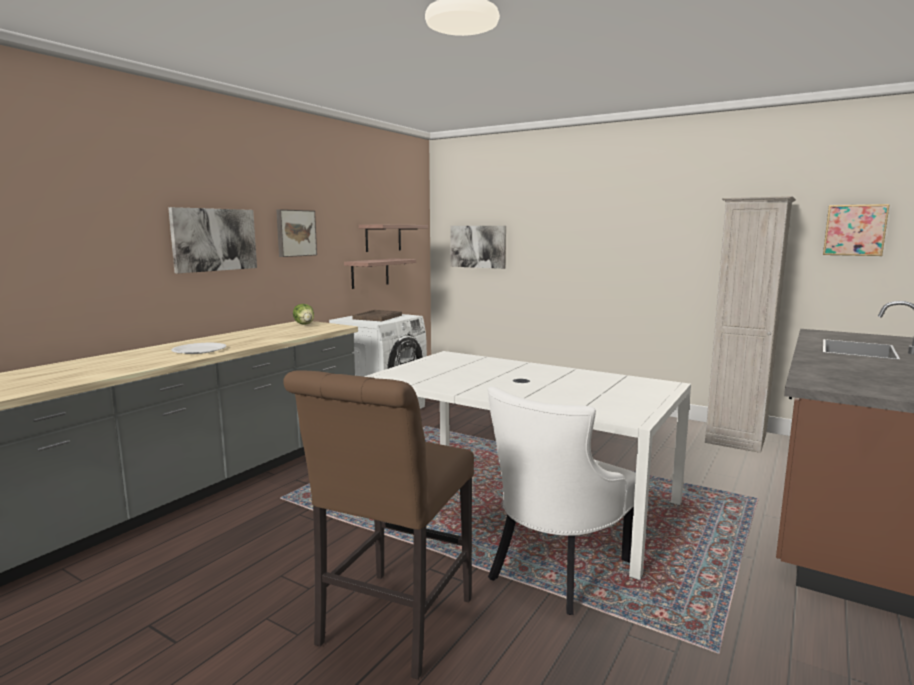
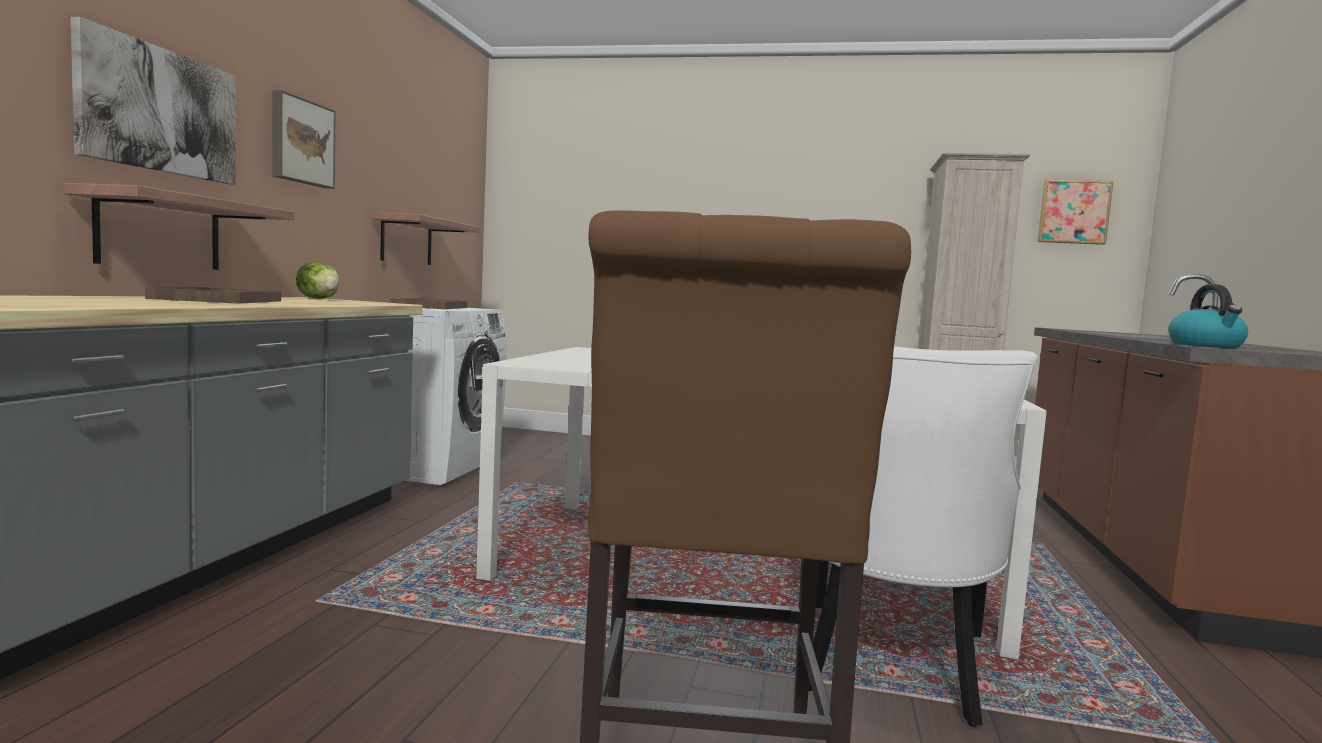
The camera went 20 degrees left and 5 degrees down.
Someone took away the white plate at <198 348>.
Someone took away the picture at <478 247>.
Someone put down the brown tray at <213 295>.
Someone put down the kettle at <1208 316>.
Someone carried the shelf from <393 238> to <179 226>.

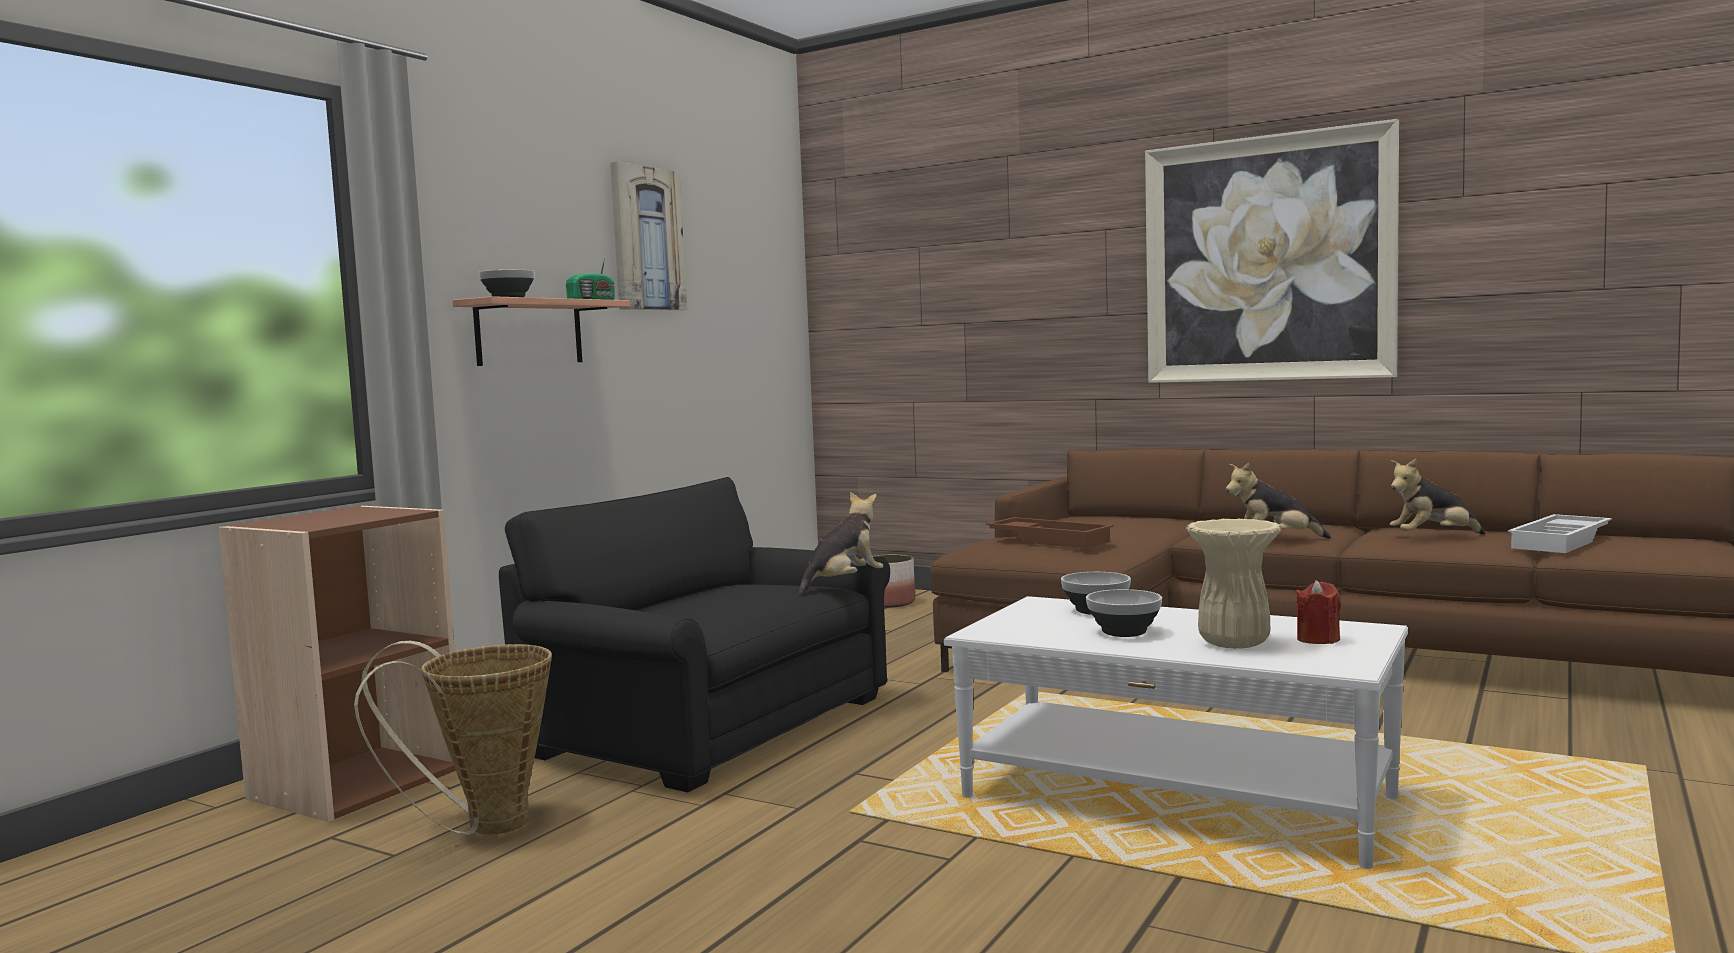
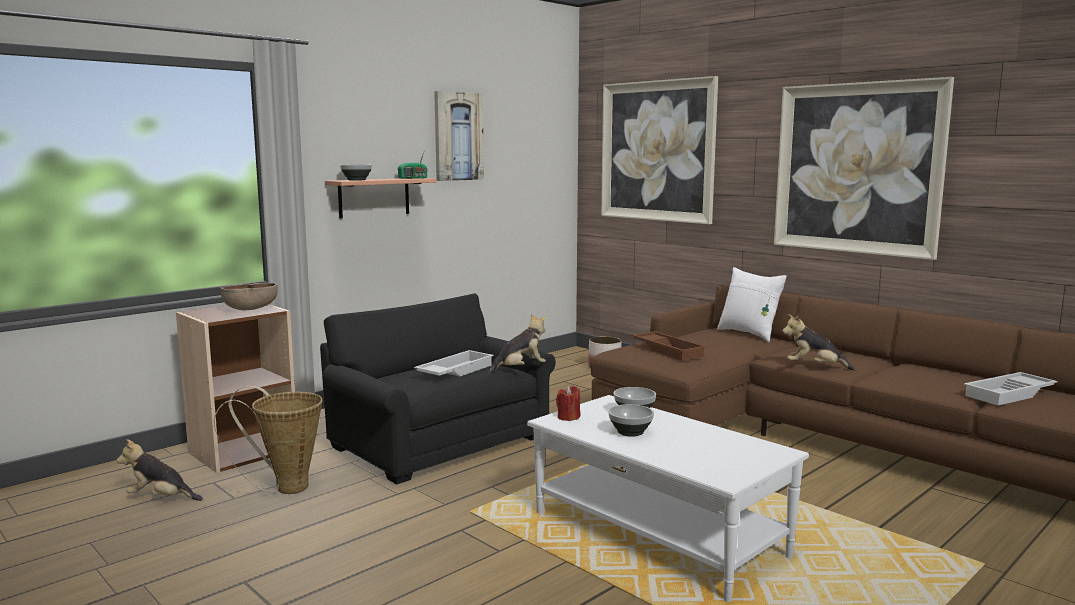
The camera went 15 degrees right and 5 degrees up.
Someone took away the beige vase at <1234 583>.
Someone put down the brown bowl at <249 296>.
Someone put down the white tray at <454 363>.
Someone put up the picture at <659 150>.
Someone put down the white pillow at <752 305>.
Someone carried the red candle from <1318 612> to <568 403>.
Someone carried the plush toy from <1437 497> to <159 470>.

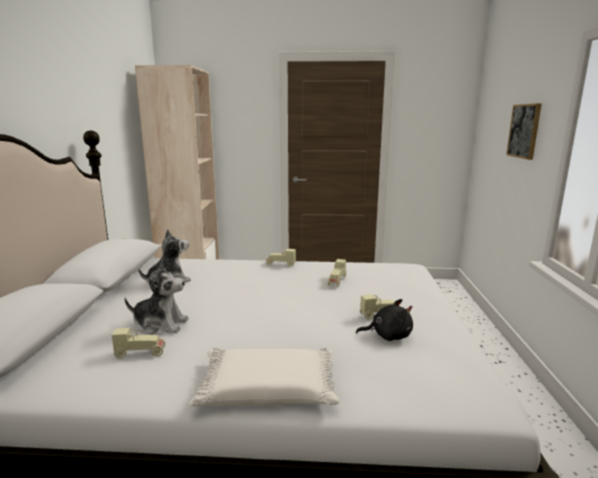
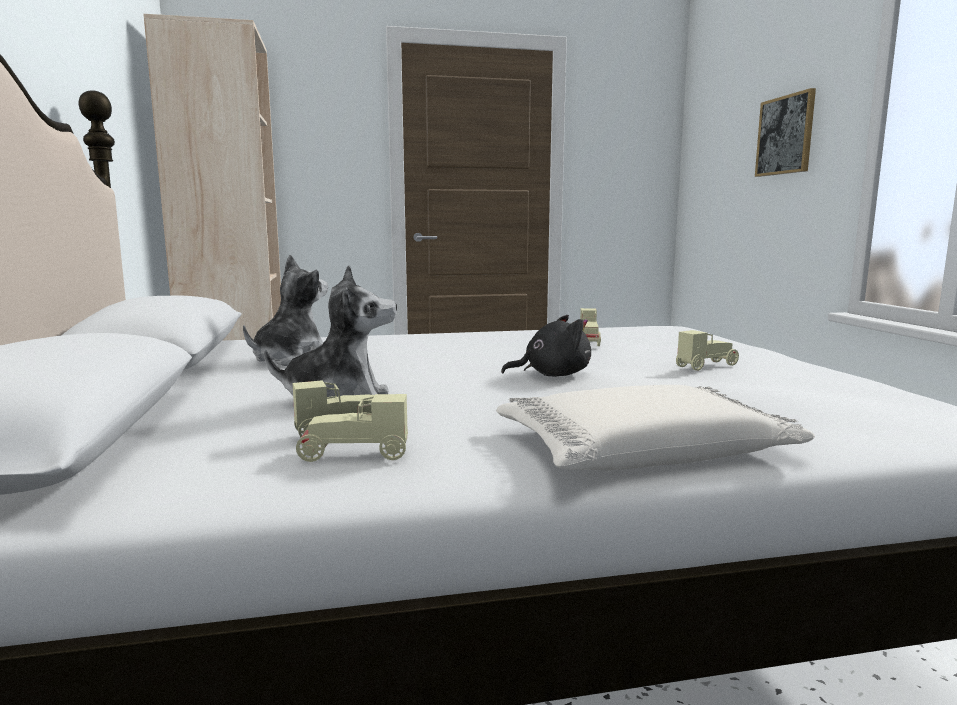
The camera went 15 degrees left and 5 degrees down.
Someone carried the beige toy car from <281 258> to <352 428>.
Someone carried the black plush toy from <384 320> to <546 346>.

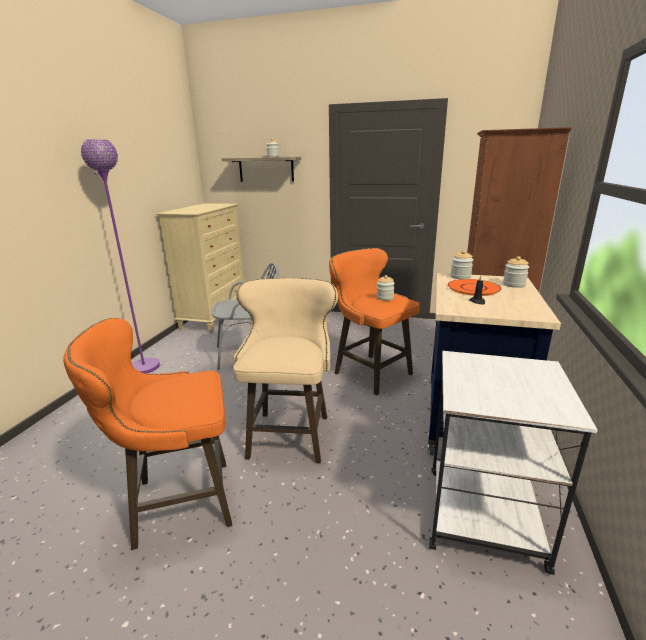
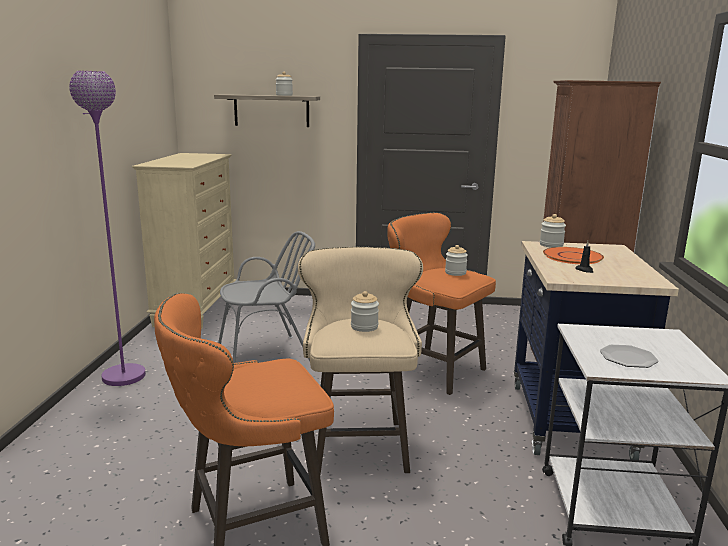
The camera went 10 degrees left and 5 degrees down.
Someone put down the plate at <629 356>.
Someone carried the jar from <516 272> to <365 311>.

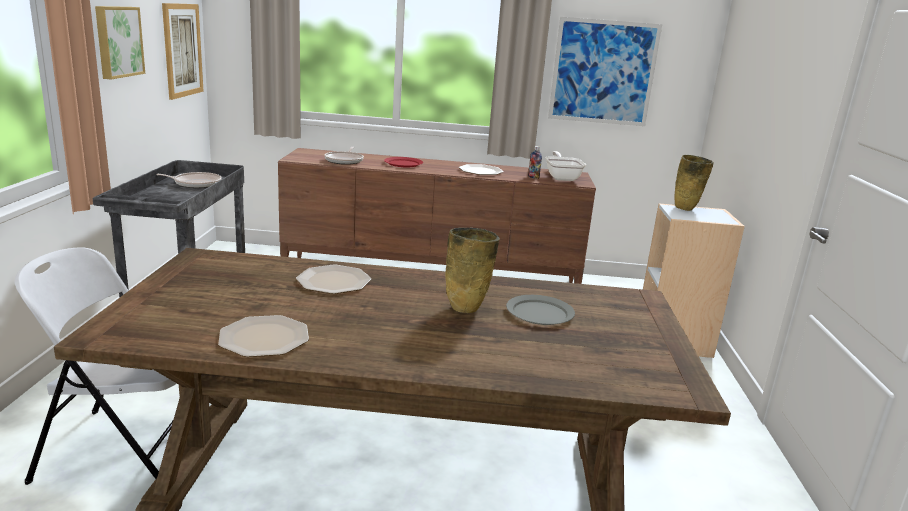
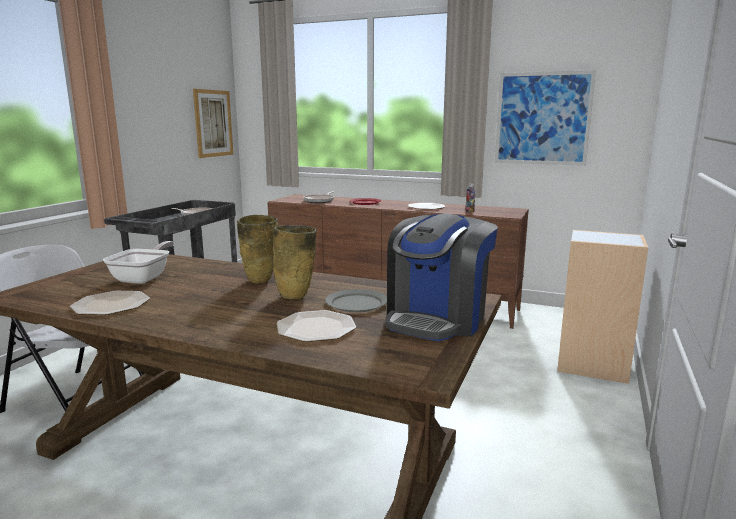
The camera went 20 degrees right and 5 degrees down.
Someone took away the picture at <120 42>.
Someone put down the coffee machine at <441 277>.
Someone carried the plate from <333 279> to <316 326>.
Someone carried the frying pan from <565 166> to <138 262>.
Someone carried the beige vase from <694 183> to <257 249>.

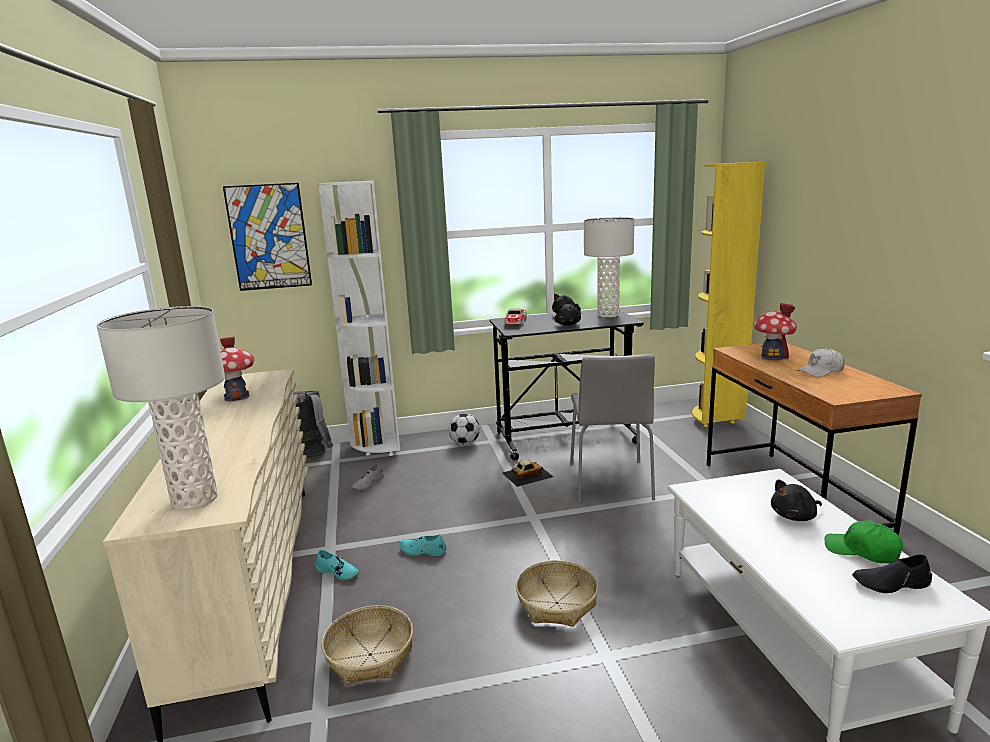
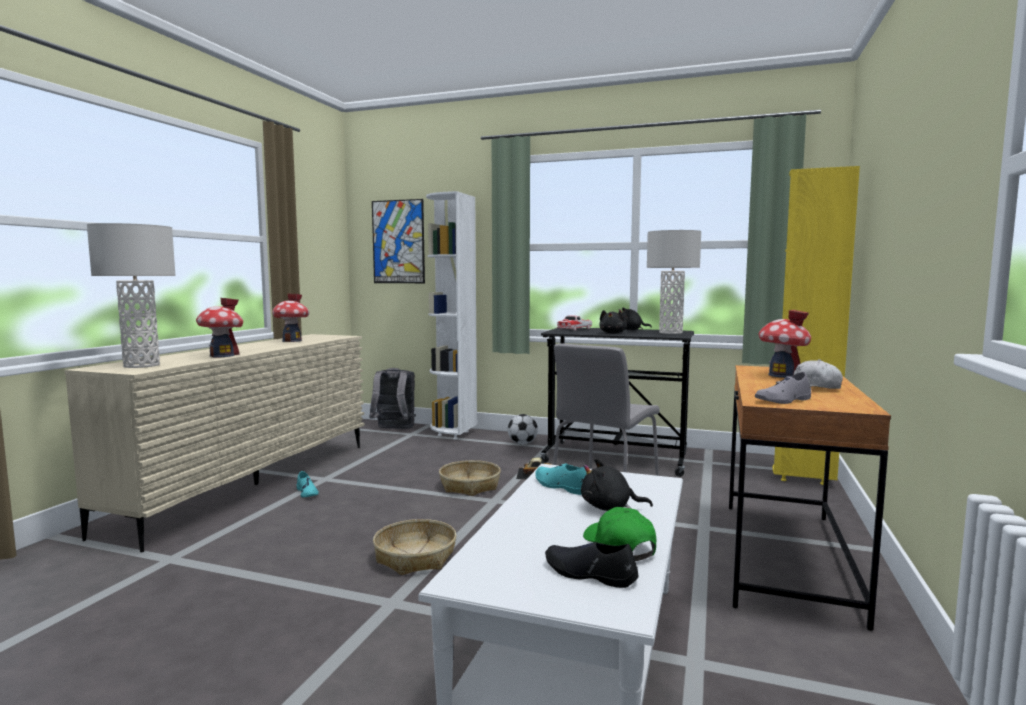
The camera went 30 degrees right and 10 degrees down.
Someone put down the toy house at <219 327>.
Someone carried the basket from <367 645> to <470 478>.
Someone carried the grey shoe from <367 476> to <783 388>.
Someone carried the turquoise shoe from <423 545> to <561 479>.

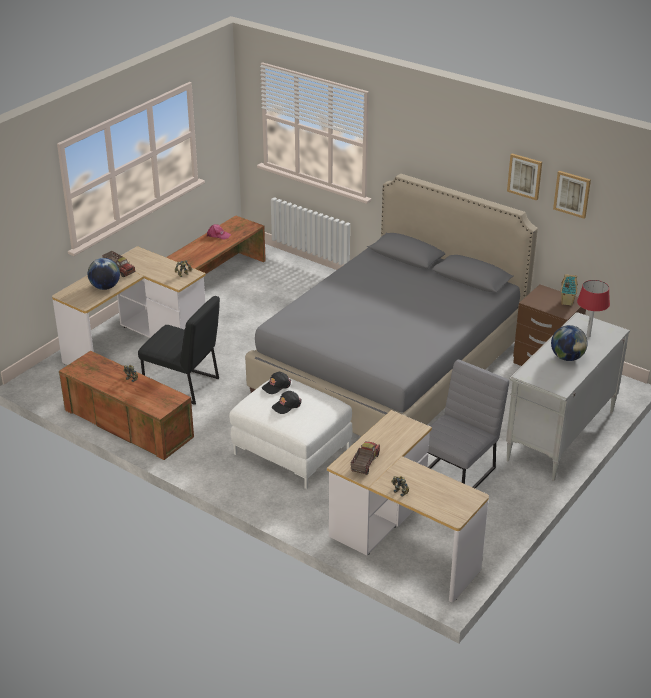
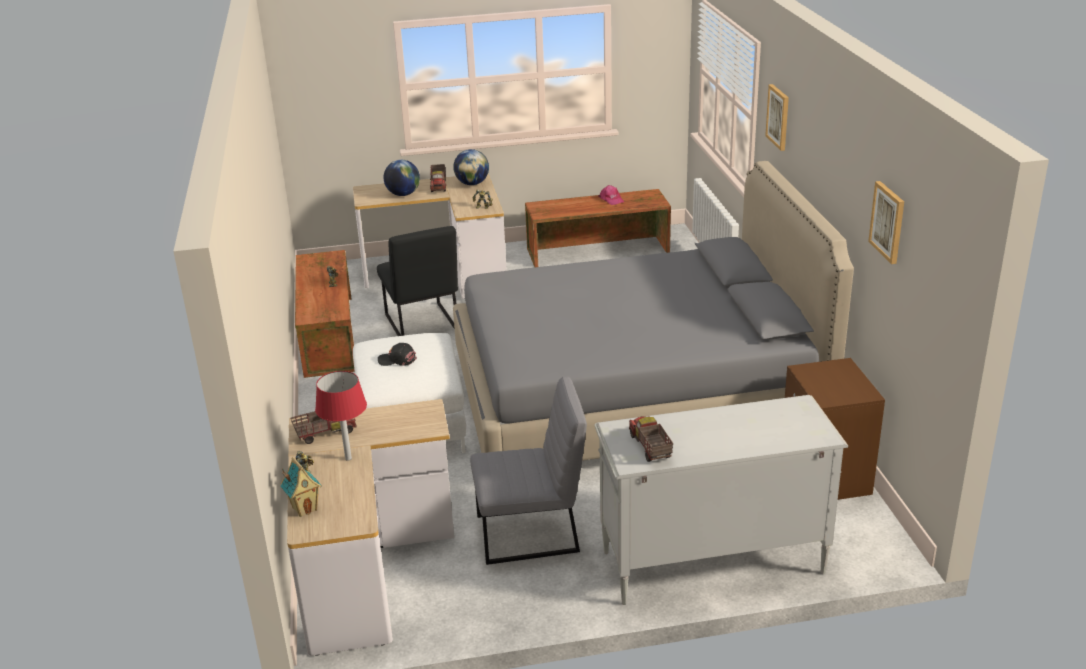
The camera went 45 degrees right and 5 degrees down.
Someone took away the black cap at <276 383>.
Someone put down the toy truck at <651 439>.
Someone carried the picture from <524 177> to <777 117>.
Someone carried the globe from <569 343> to <471 167>.
Someone carried the toy house from <569 290> to <301 487>.
Someone carried the red table lamp from <593 308> to <341 416>.

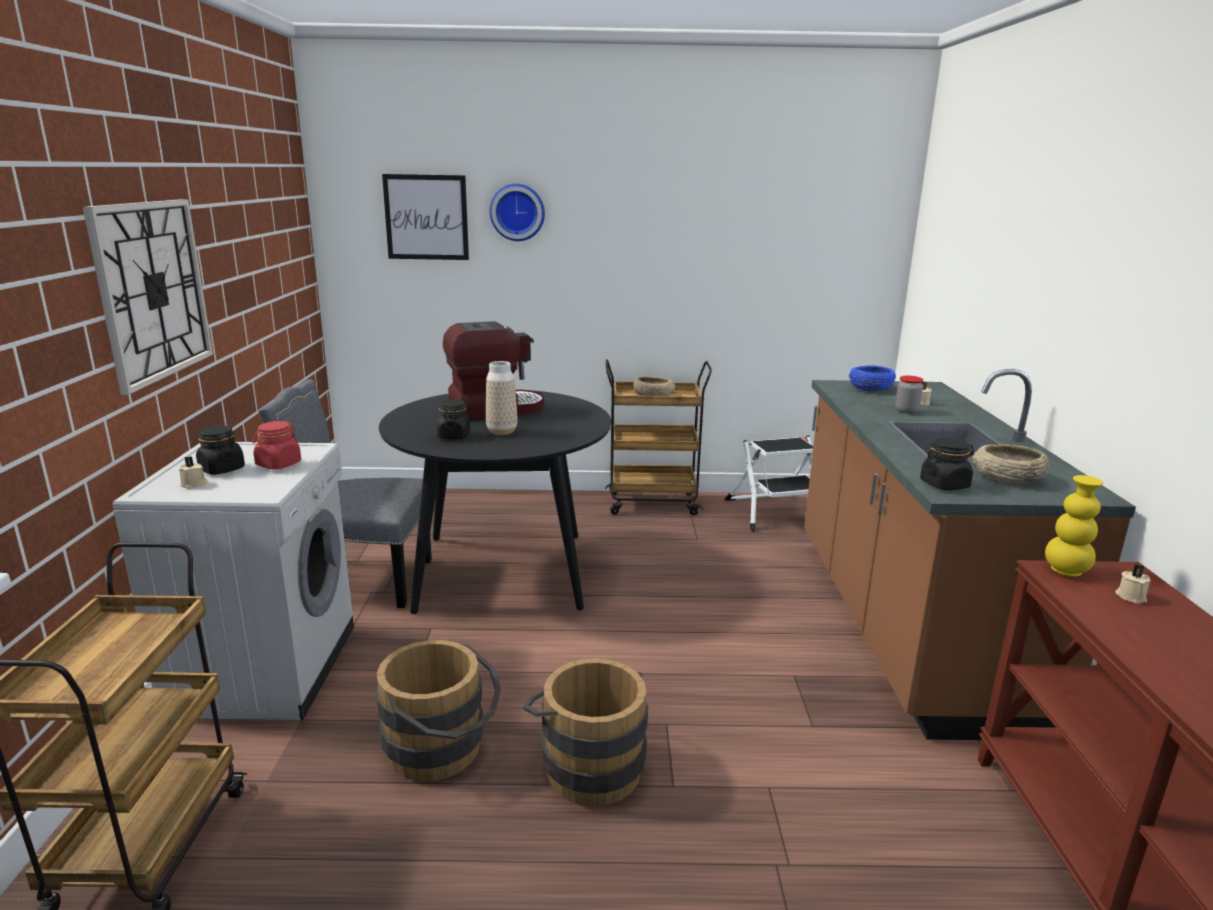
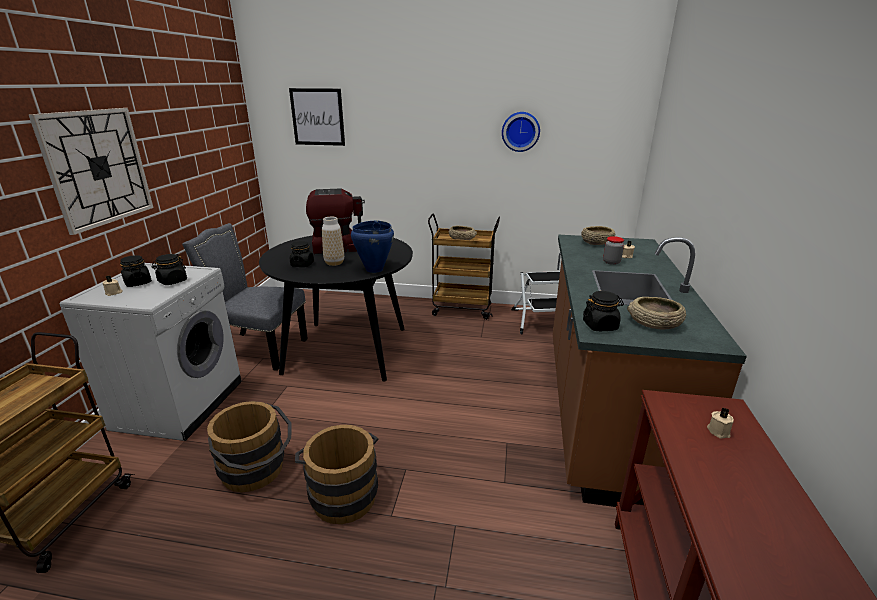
The camera went 10 degrees right and 5 degrees up.
Someone took away the yellow vase at <1074 526>.
Someone put down the blue cooking pot at <372 247>.
Someone carried the wall clock from <517 212> to <521 132>.
Someone repainted the red jar at <276 445>, which became the black jar at <169 269>.
Someone repainted the blue bowl at <872 378>, which became the beige bowl at <598 235>.

